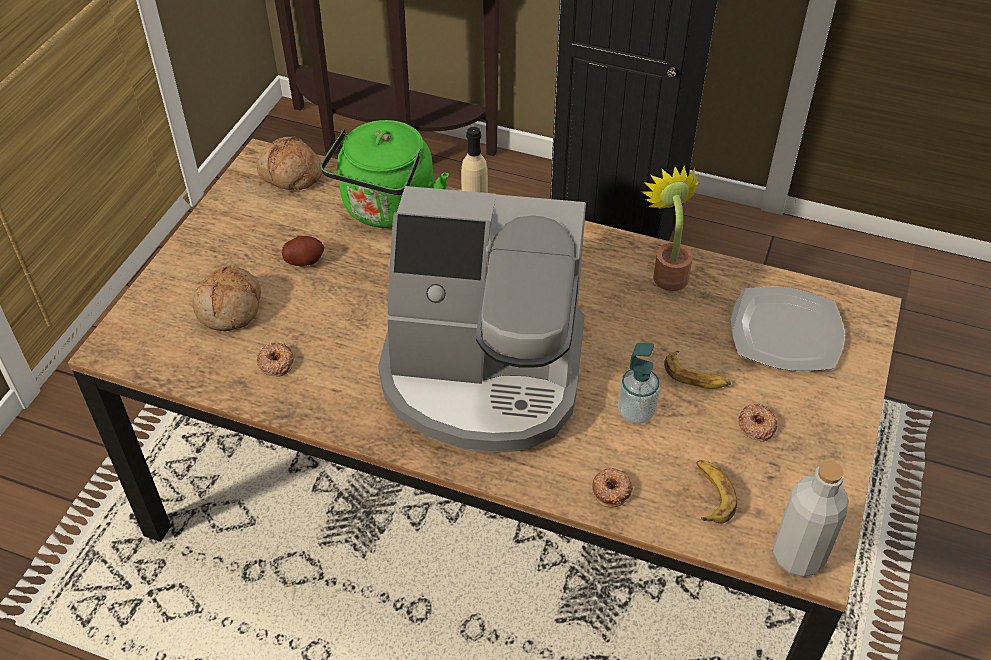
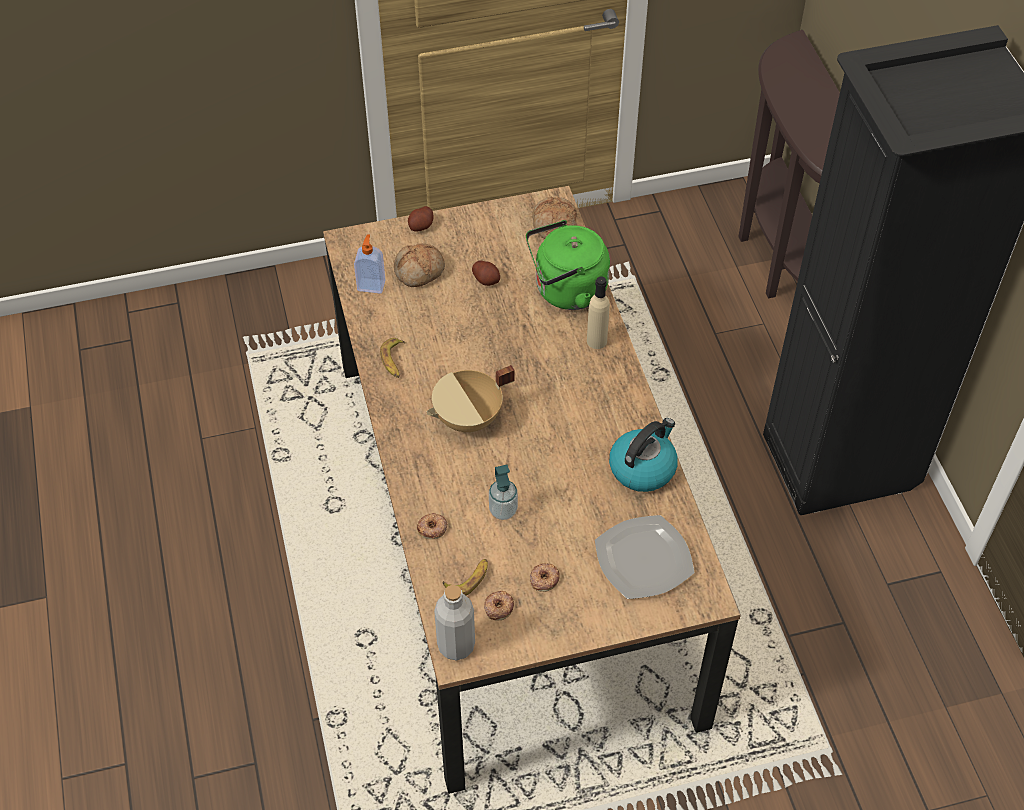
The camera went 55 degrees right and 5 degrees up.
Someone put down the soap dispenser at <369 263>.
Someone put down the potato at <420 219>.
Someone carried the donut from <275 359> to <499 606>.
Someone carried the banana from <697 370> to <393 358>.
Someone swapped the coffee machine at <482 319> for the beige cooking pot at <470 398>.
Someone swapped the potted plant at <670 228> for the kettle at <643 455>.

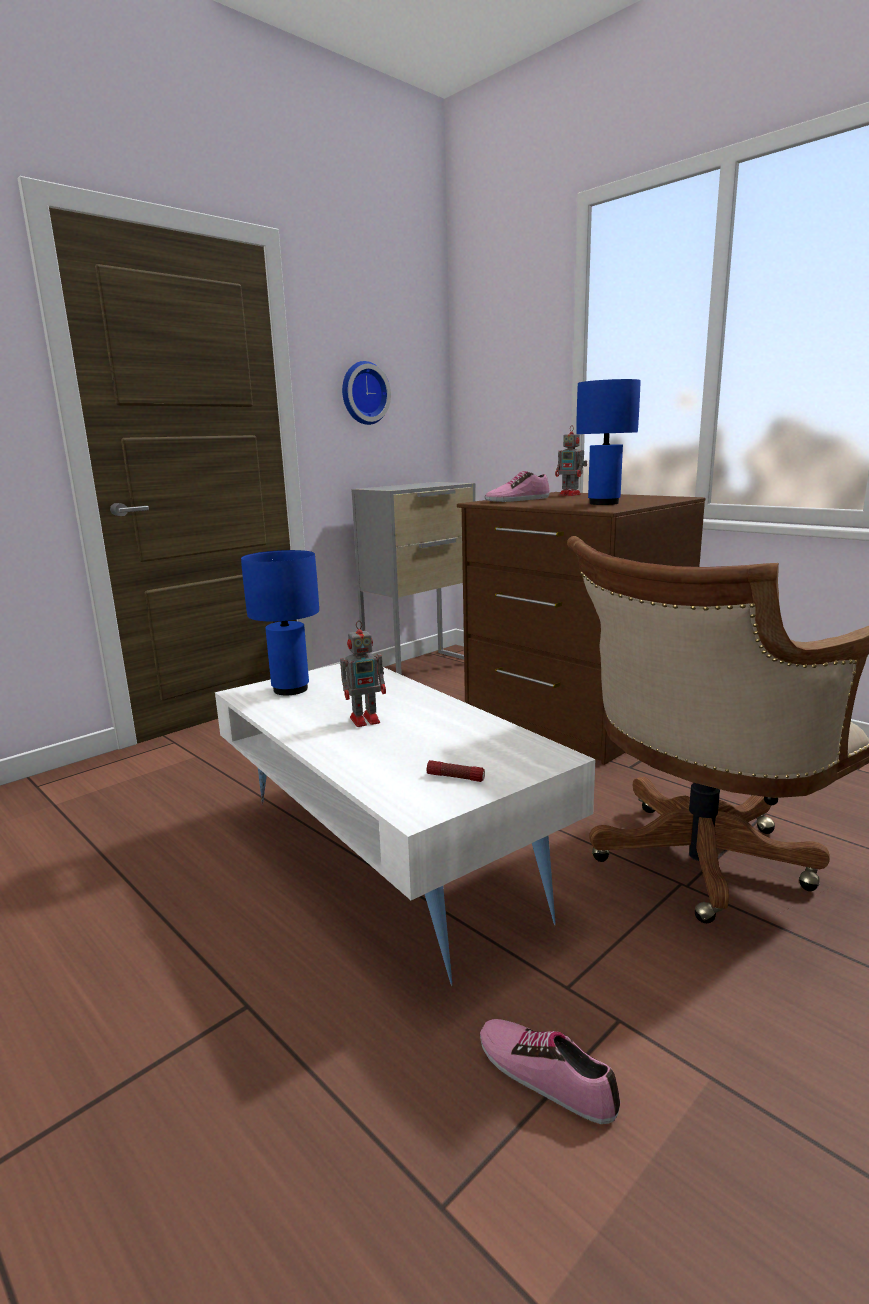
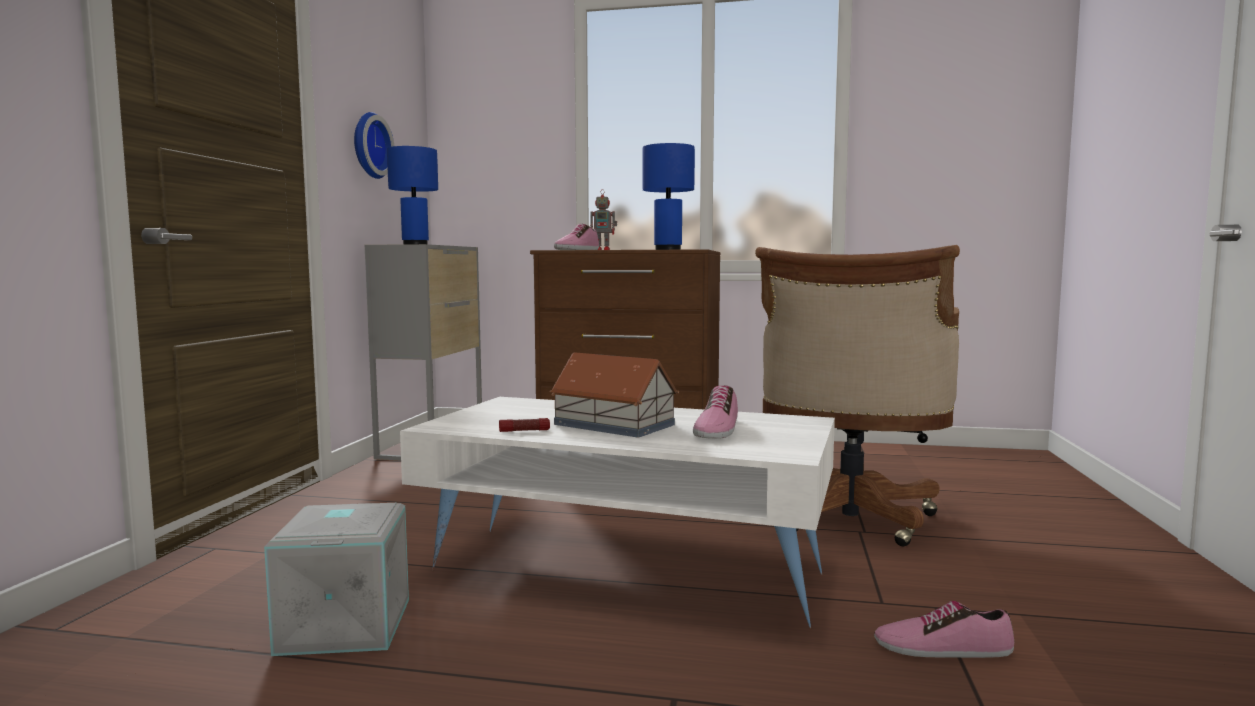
The camera went 35 degrees left and 10 degrees down.
Someone put down the grey storage box at <336 579>.
Someone put down the shoe at <715 412>.
Someone carried the blue table lamp from <280 622> to <412 195>.
Someone carried the flashlight from <456 771> to <524 425>.
Someone swapped the toy robot at <363 673> for the toy house at <614 395>.

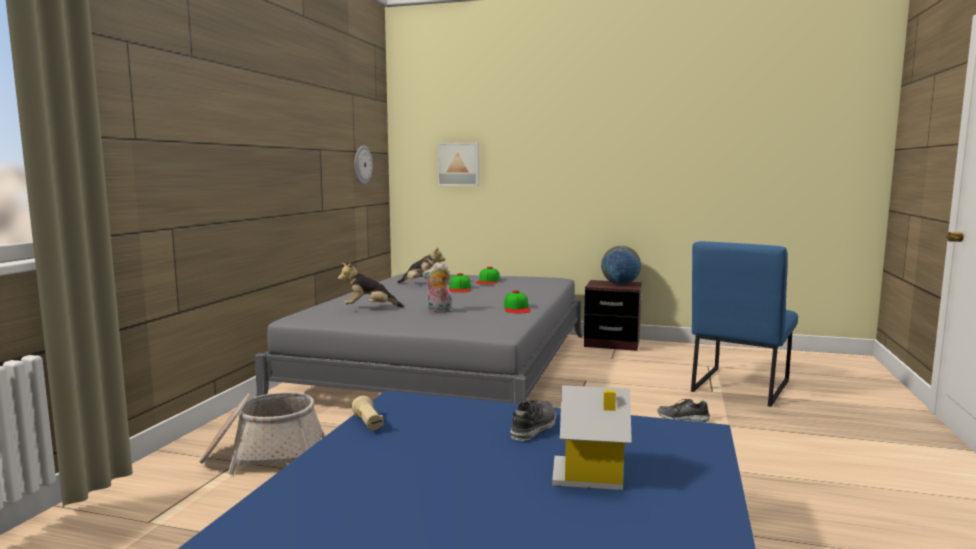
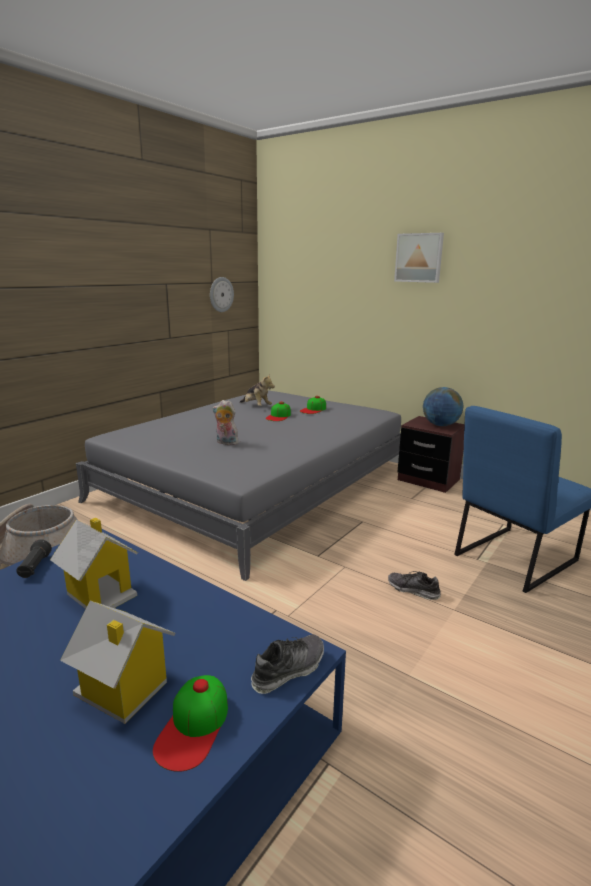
The camera went 20 degrees right and 10 degrees up.
Someone took away the plush toy at <370 285>.
Someone put down the toy house at <94 563>.
Someone carried the picture from <458 164> to <419 258>.
Someone carried the cap from <517 301> to <190 723>.
Someone carried the shoe from <533 420> to <287 664>.
Someone repainted the beige flashlight at <367 413>, which became the black flashlight at <34 558>.

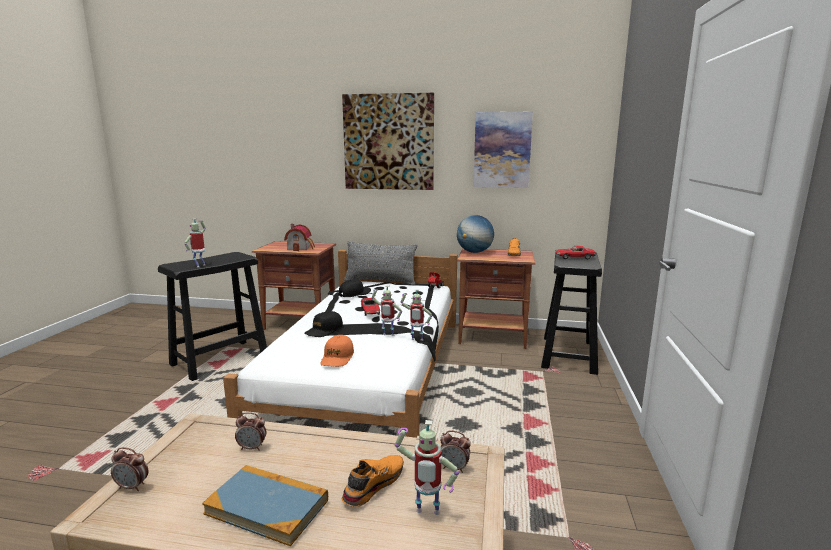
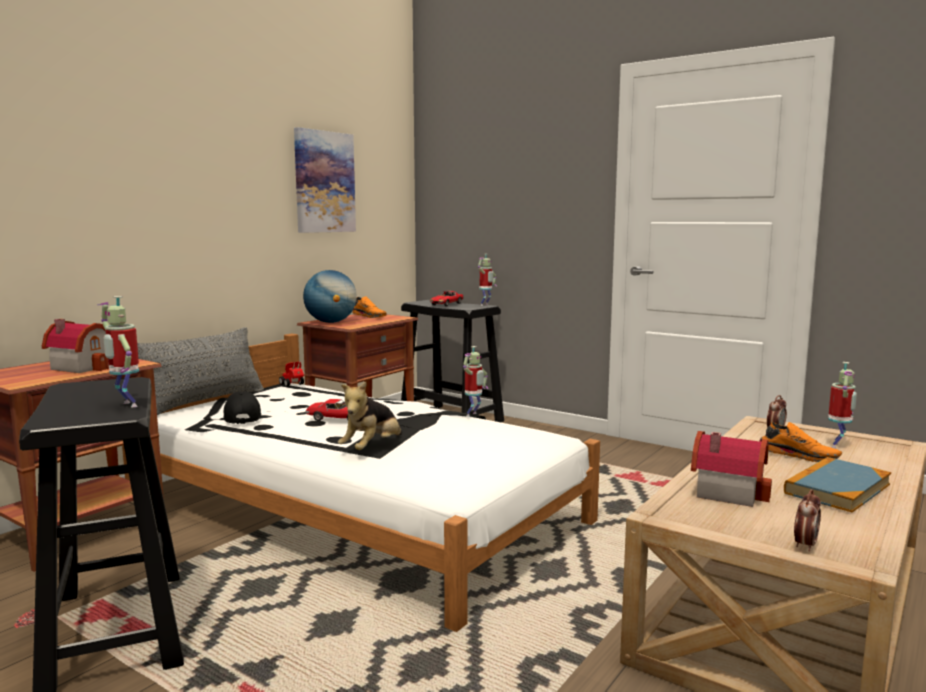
The camera went 65 degrees left and 5 degrees down.
Someone took away the orange cap at <337 351>.
Someone took away the picture at <388 141>.
Someone carried the toy robot from <387 311> to <487 280>.
Someone swapped the alarm clock at <251 431> for the toy house at <731 469>.
Someone swapped the black cap at <323 324> for the plush toy at <370 416>.
Someone rotated the orange shoe at <373 481> by 150 degrees clockwise.

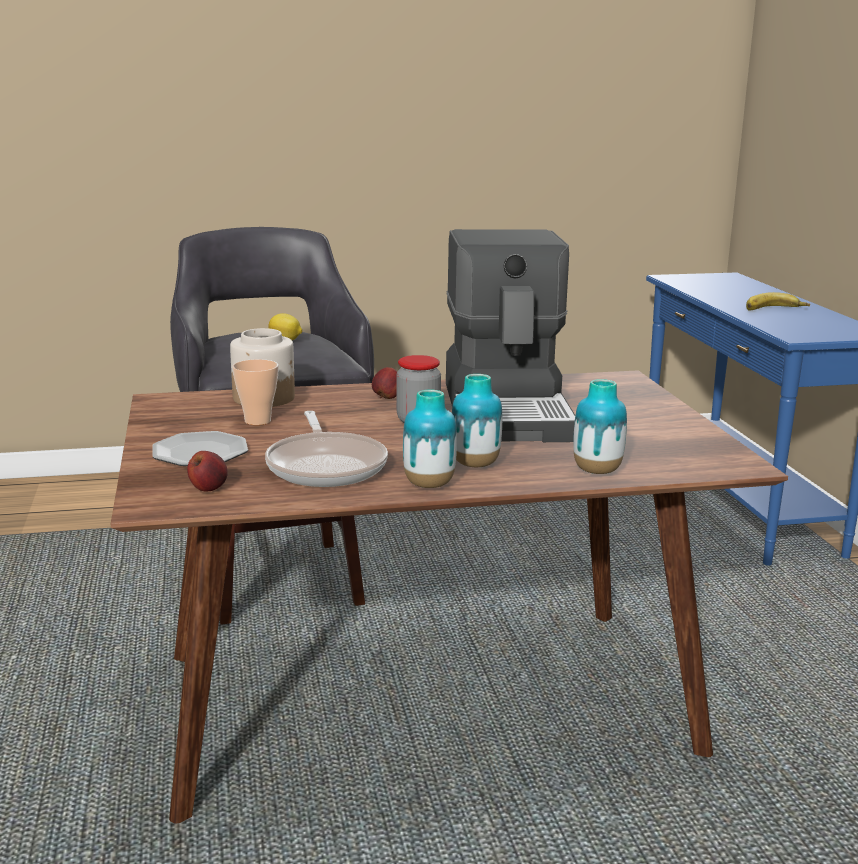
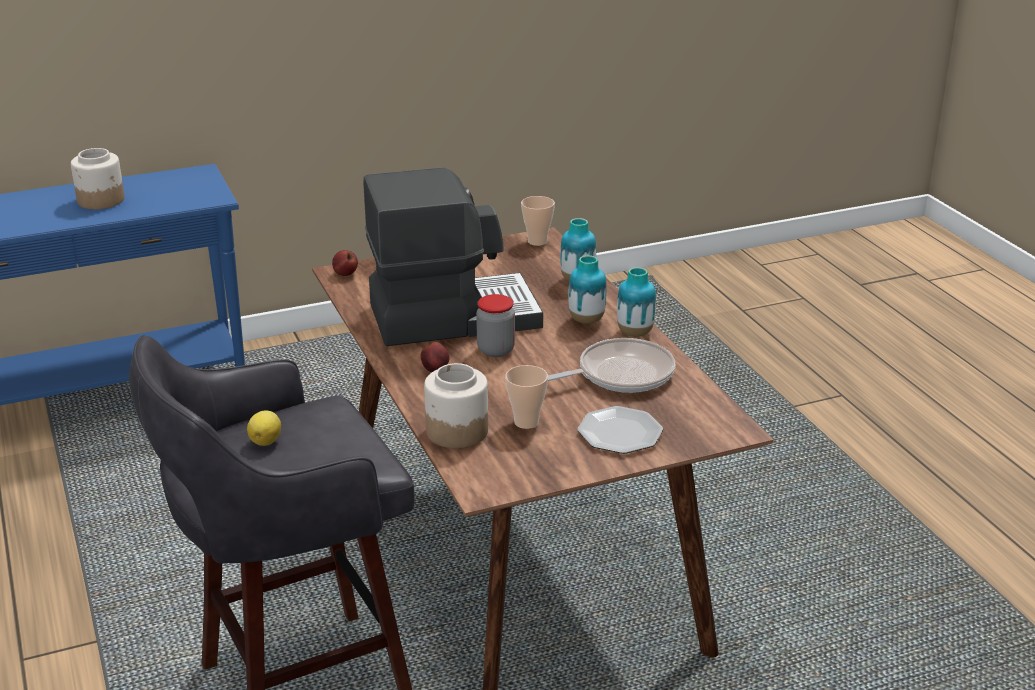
The camera went 100 degrees left and 10 degrees up.
Someone put down the cup at <538 221>.
Someone carried the apple from <207 471> to <345 263>.
Someone swapped the banana at <778 301> for the jar at <97 178>.

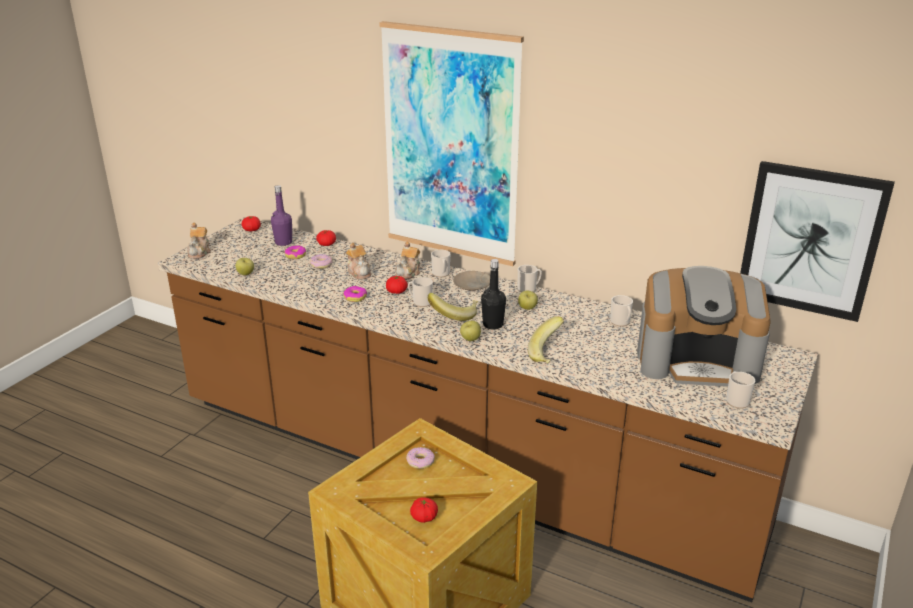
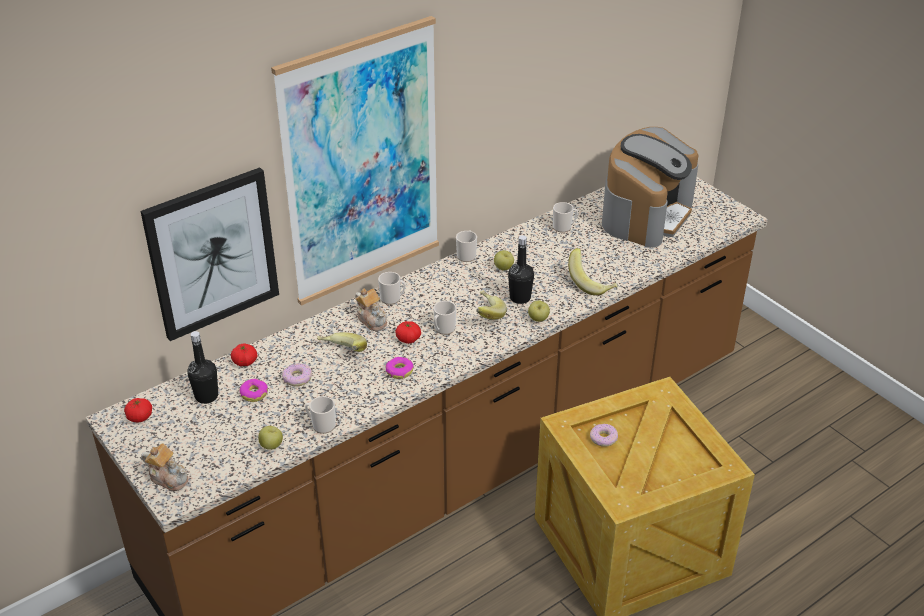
The camera went 65 degrees left and 10 degrees up.
Someone took away the tomato at <424 510>.
Someone took away the beige plate at <471 281>.
Someone carried the mug from <740 390> to <320 415>.
Someone carried the picture from <817 241> to <210 254>.
Someone swapped the teapot at <359 261> for the banana at <342 342>.
Someone repainted the purple bottle at <281 215>, which became the black bottle at <202 367>.

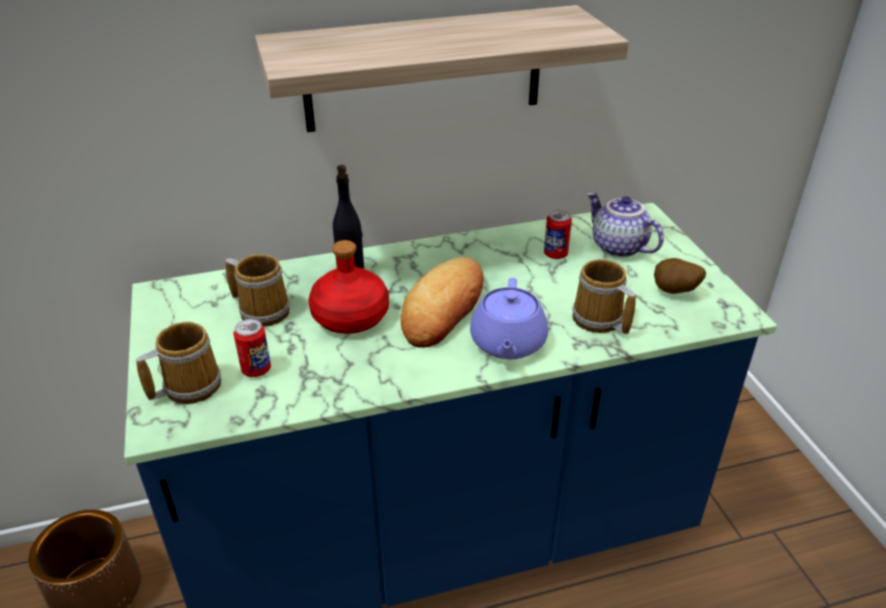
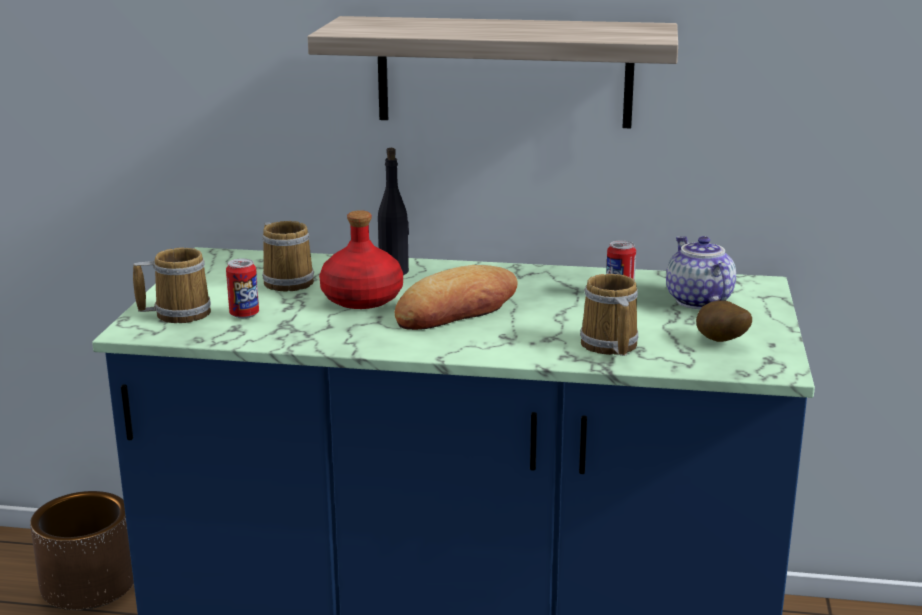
The camera went 25 degrees right and 15 degrees down.
Someone took away the purple teapot at <509 318>.

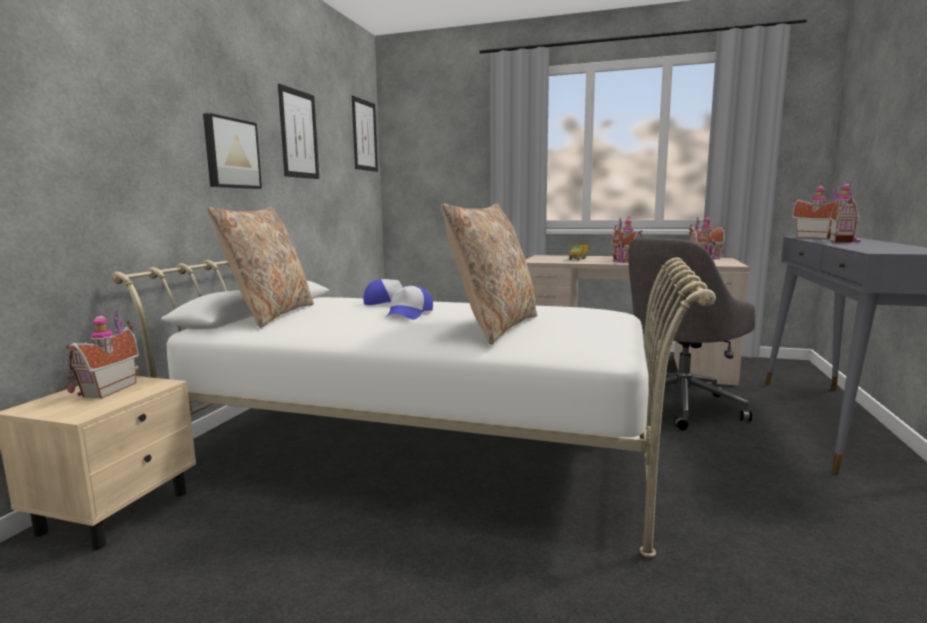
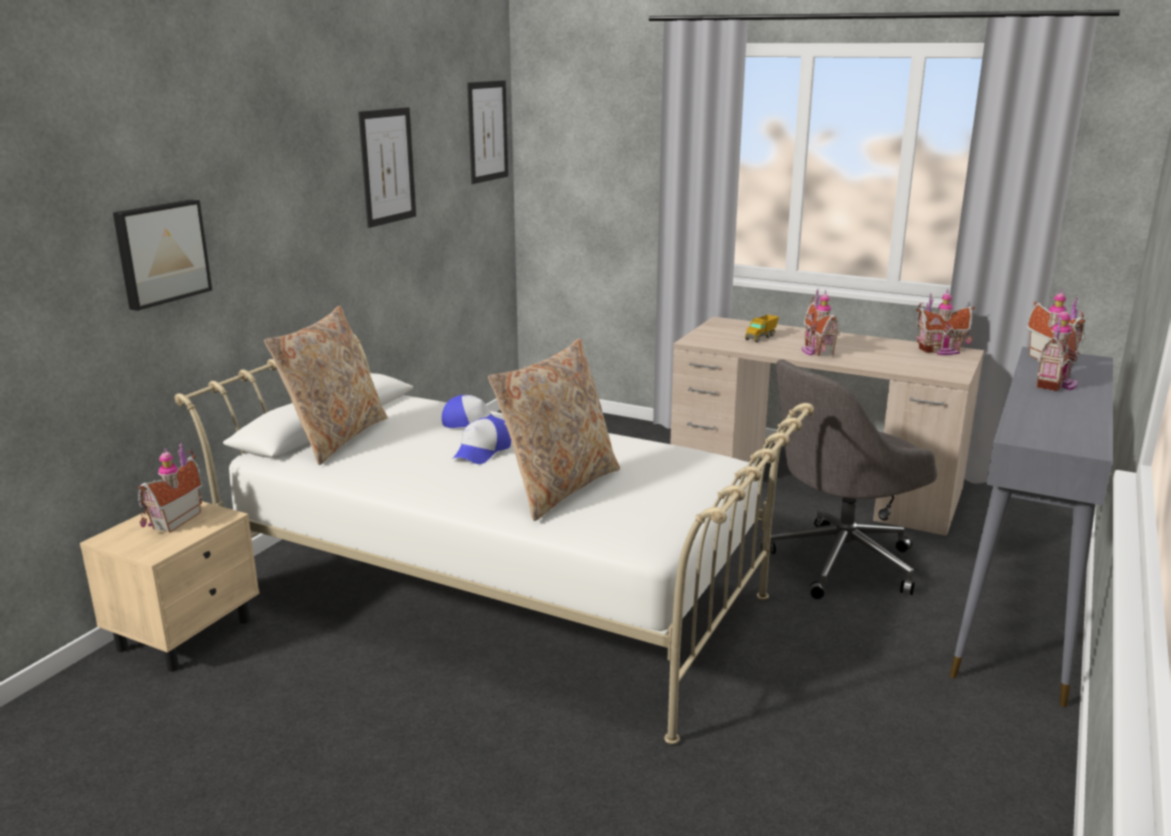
The camera went 10 degrees right and 10 degrees up.
Someone carried the picture from <232 151> to <162 255>.

